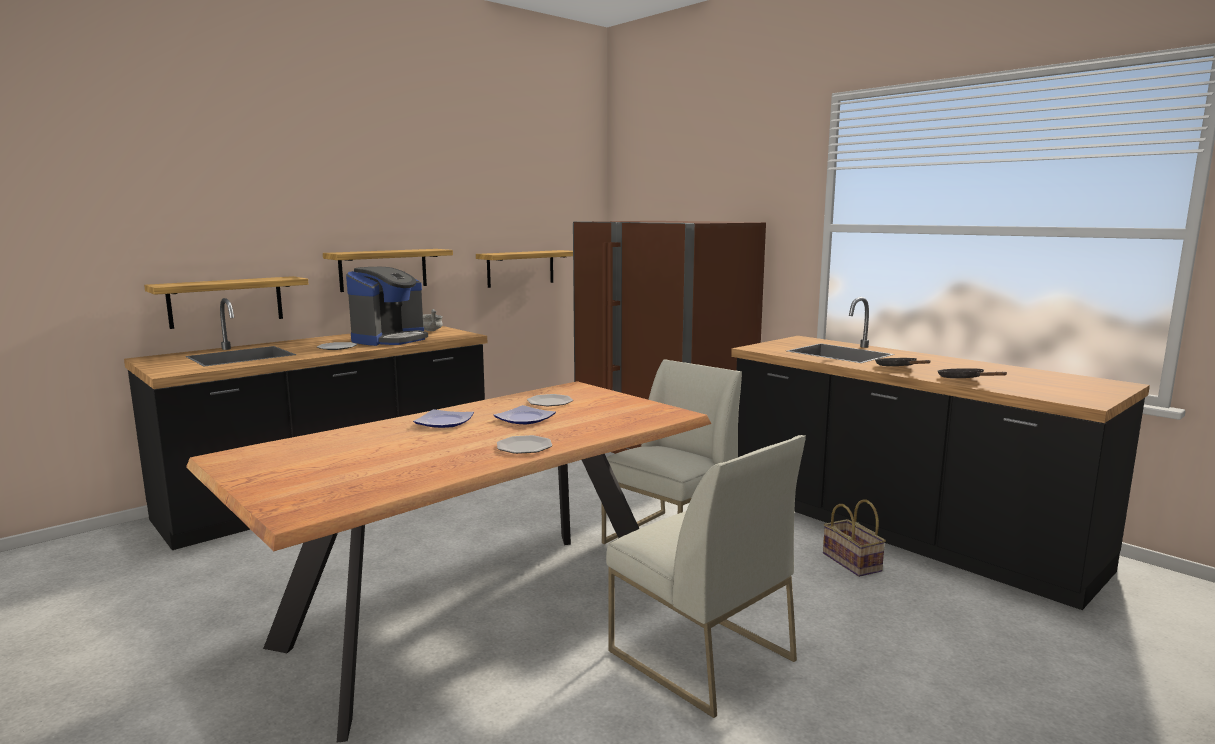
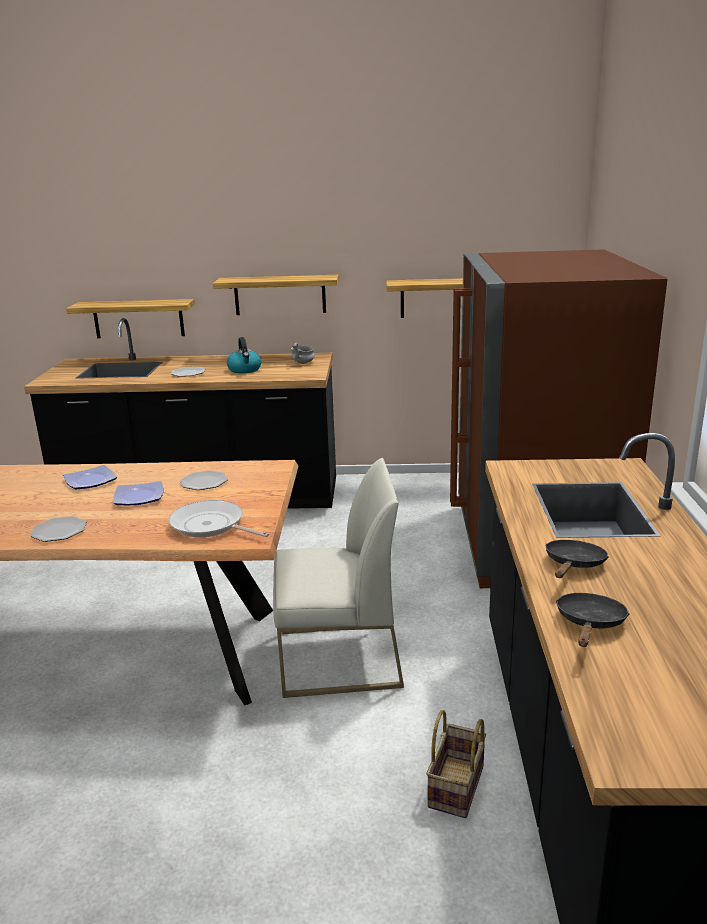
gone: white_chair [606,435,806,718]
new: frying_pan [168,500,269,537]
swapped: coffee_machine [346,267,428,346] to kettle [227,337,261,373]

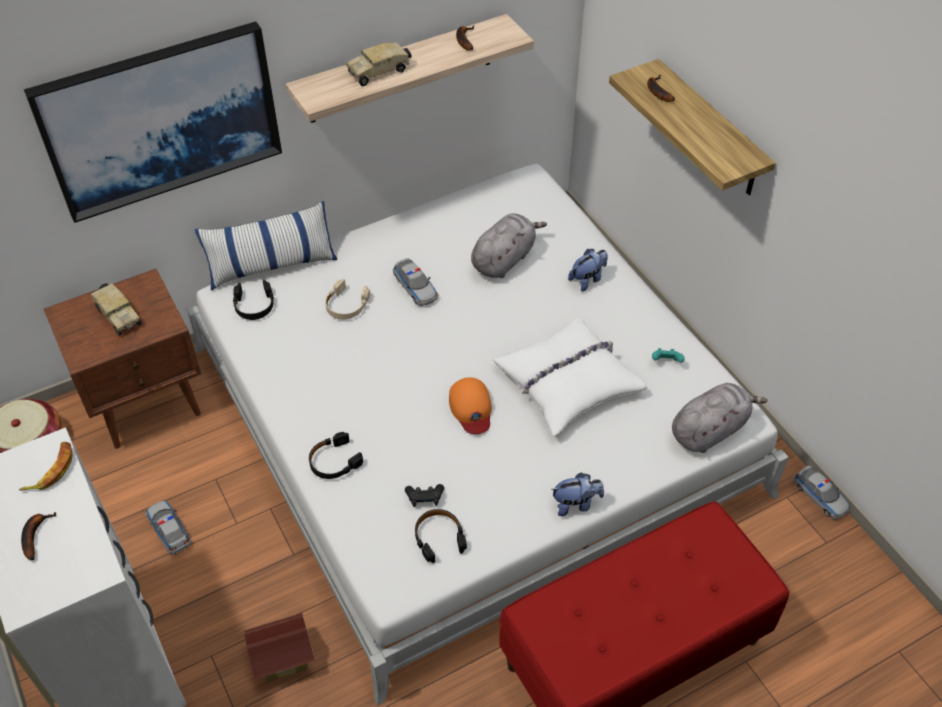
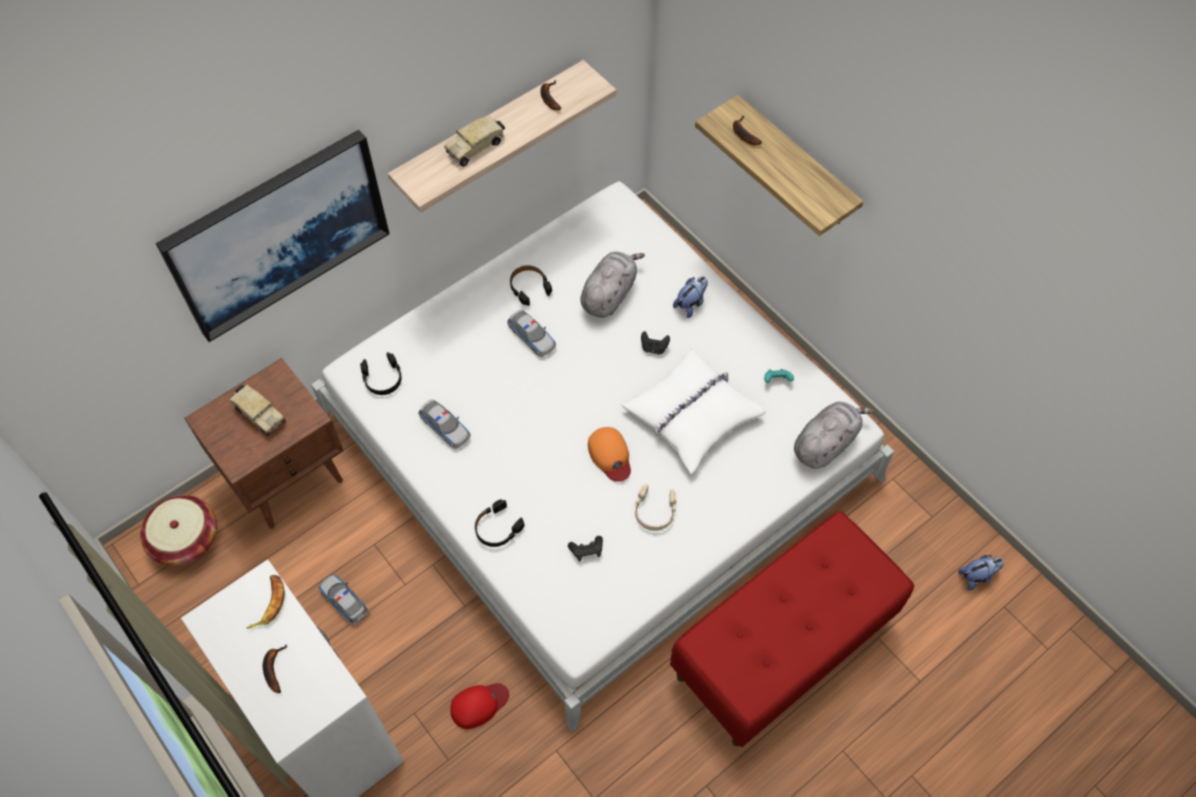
gone: pillow [195,201,337,290]
new: black_game_controller [641,331,670,355]
shifted: beige_headphones [325,279,370,320] to [635,484,677,531]; toy_car [793,466,850,520] to [418,399,470,449]; plush_toy [551,473,604,516] to [958,555,1004,590]; black_headphones [415,509,467,563] to [510,265,552,306]
swapped: toy_house [244,613,315,682] to red_cap [450,683,509,729]

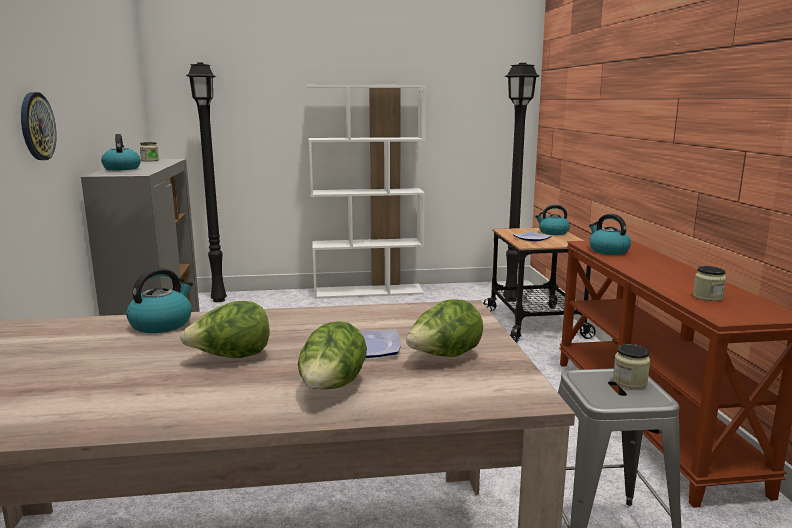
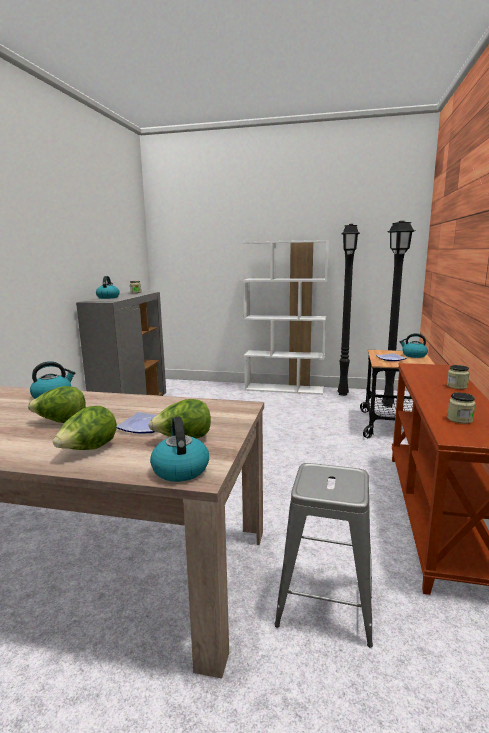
gone: wall_clock [21,92,57,160]
shifted: black_floor_lamp [186,63,227,302] to [338,224,360,396]; kettle [589,214,631,255] to [150,417,209,482]; jar [613,344,650,389] to [447,365,470,389]

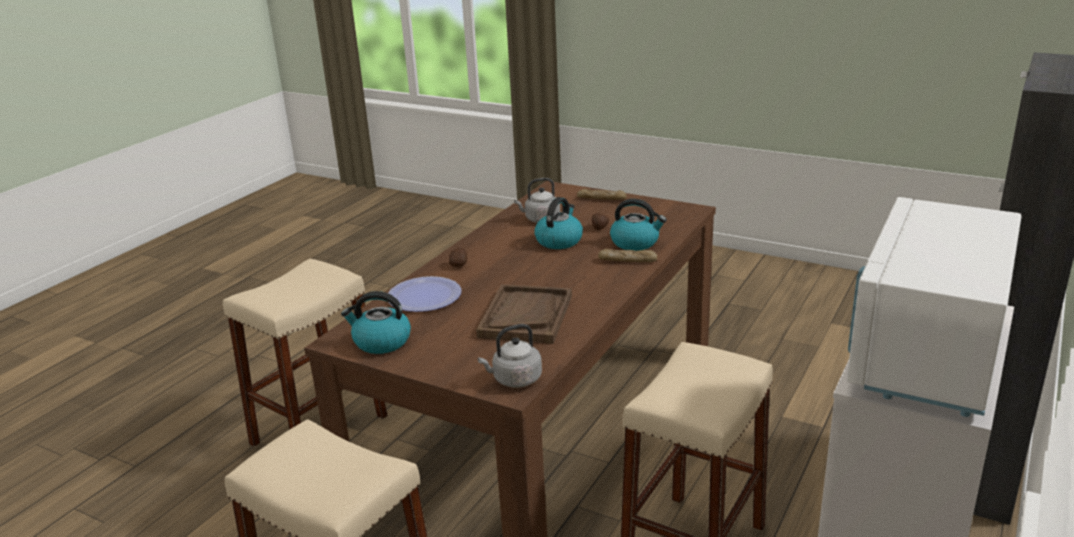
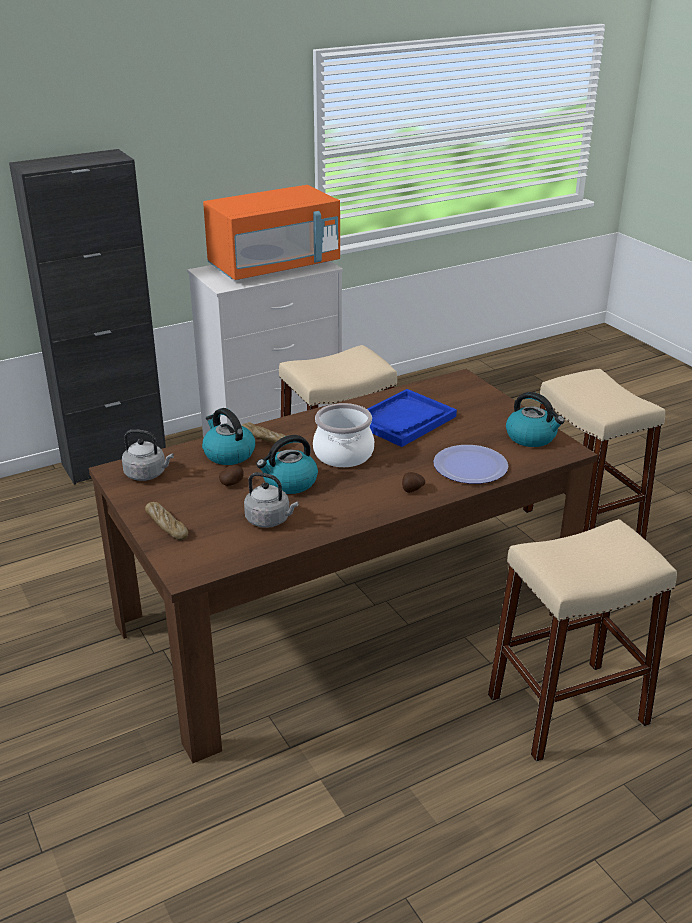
new: cooking_pot [313,403,374,467]
shifted: grey_kettle [478,324,542,388] to [122,429,173,481]
repainted: white_microwave [847,197,1022,417] to orange_microwave [203,185,340,280]; brown_tray [476,284,572,344] to blue_tray [367,389,457,447]

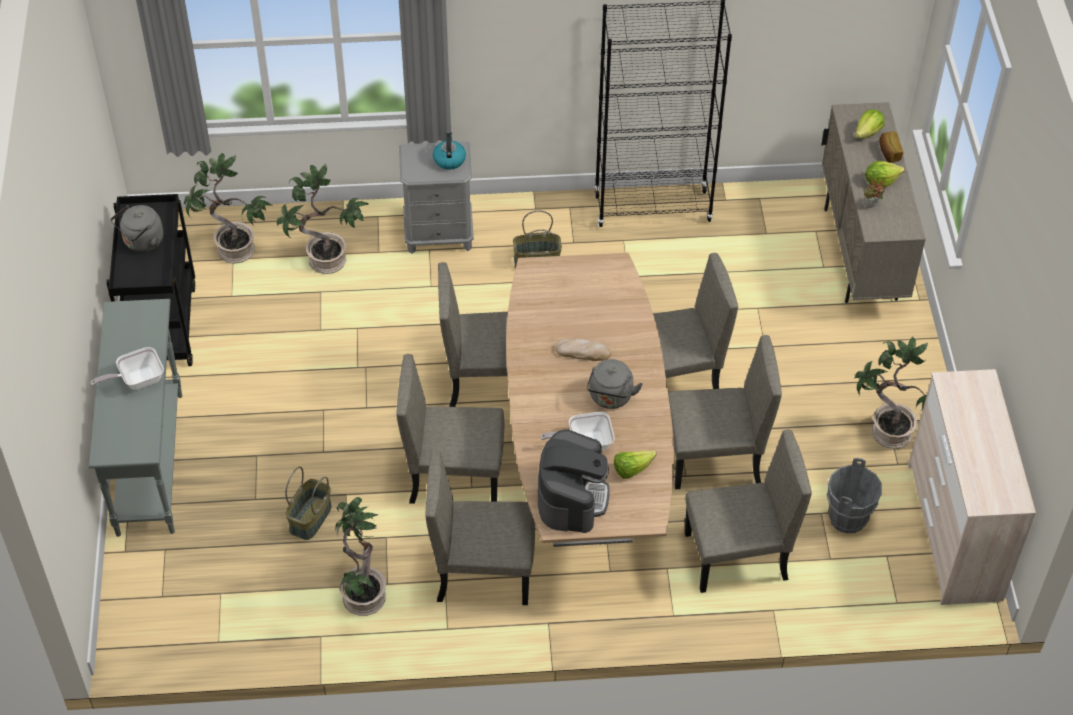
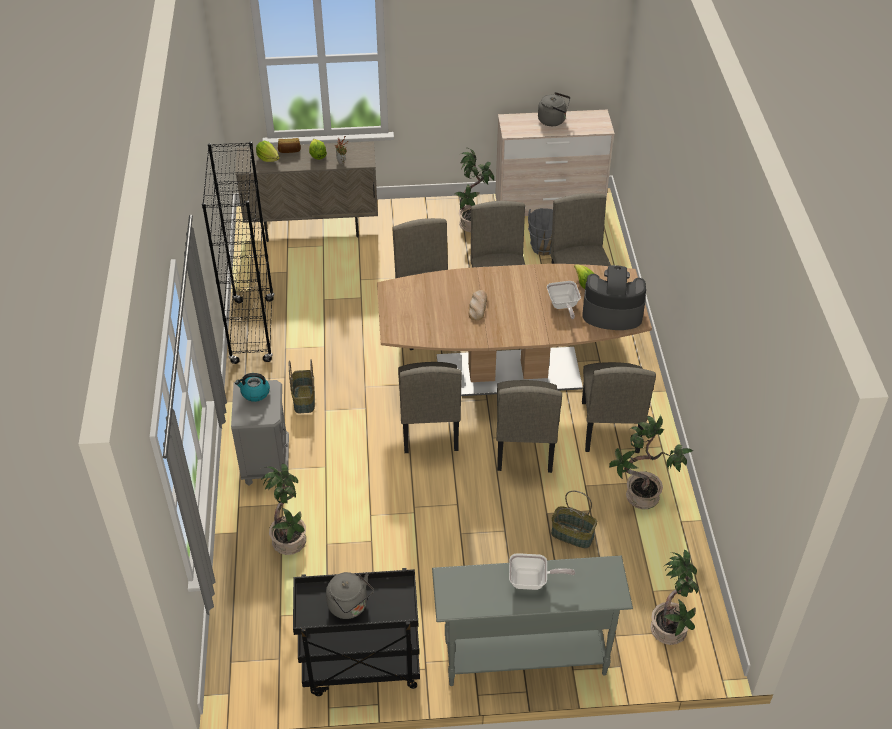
shifted: potted_plant [184,153,273,264] to [650,550,699,645]; grey_kettle [587,359,643,409] to [538,92,570,126]
rotated: frying_pan [91,347,164,390] = [509,553,575,590] 60 degrees counterclockwise

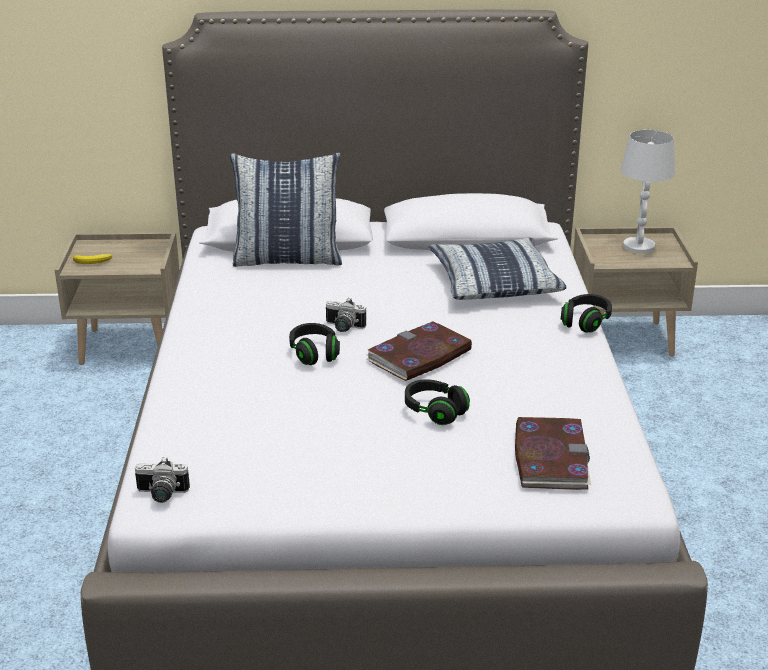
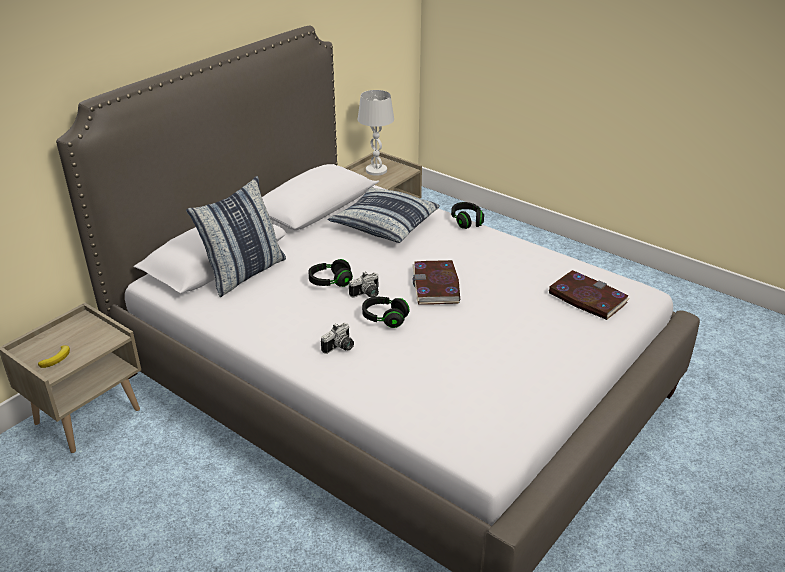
shifted: black_headphones [405,379,470,425] to [308,259,353,287]; photo_camera [135,457,190,503] to [321,323,354,354]

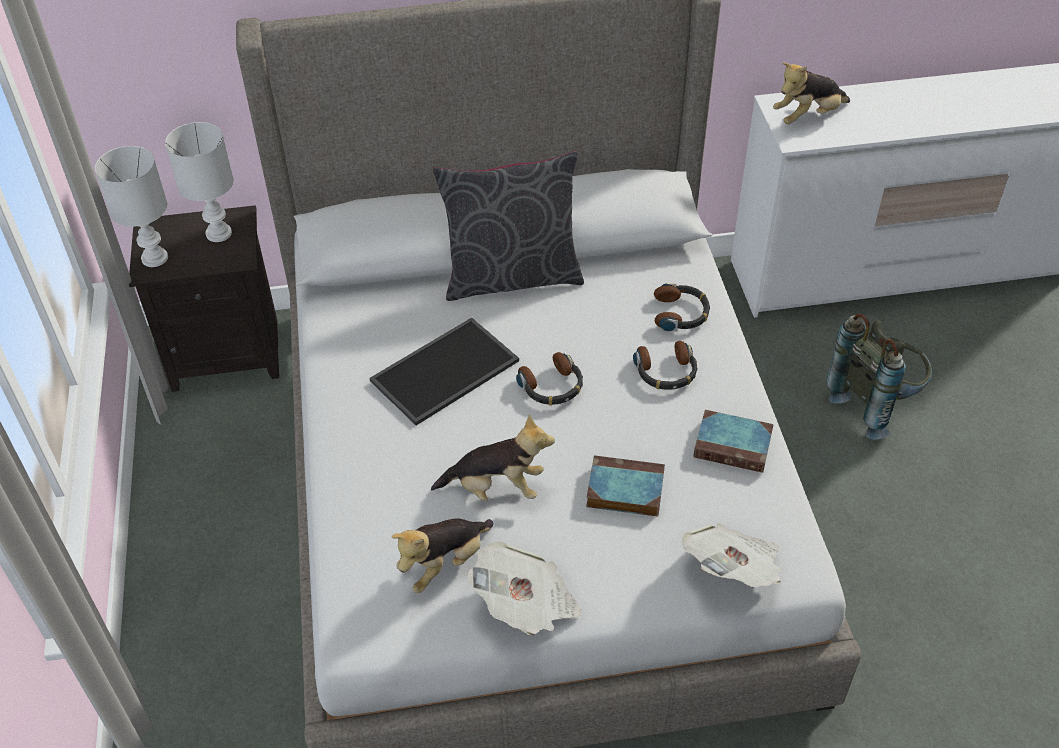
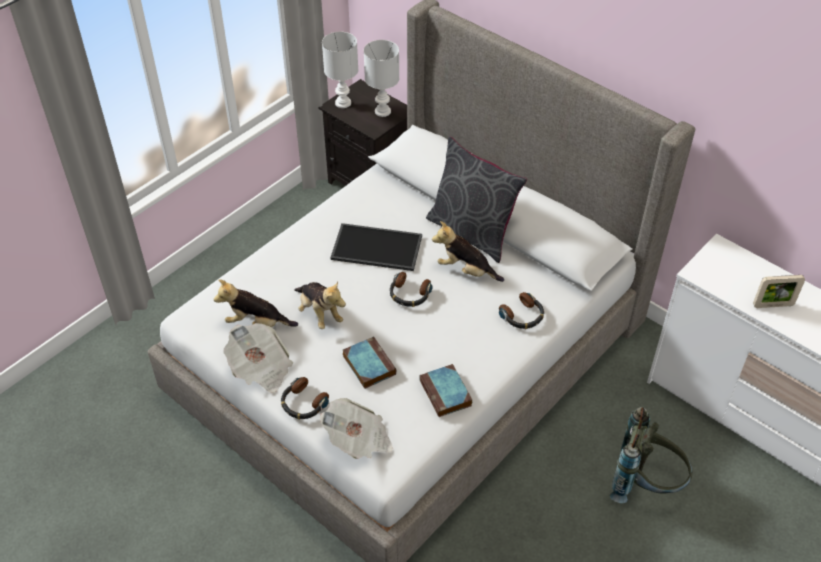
new: picture_frame [753,275,805,308]
shifted: plush_toy [773,62,850,124] to [432,221,504,282]; headphones [633,341,697,390] to [281,377,329,419]

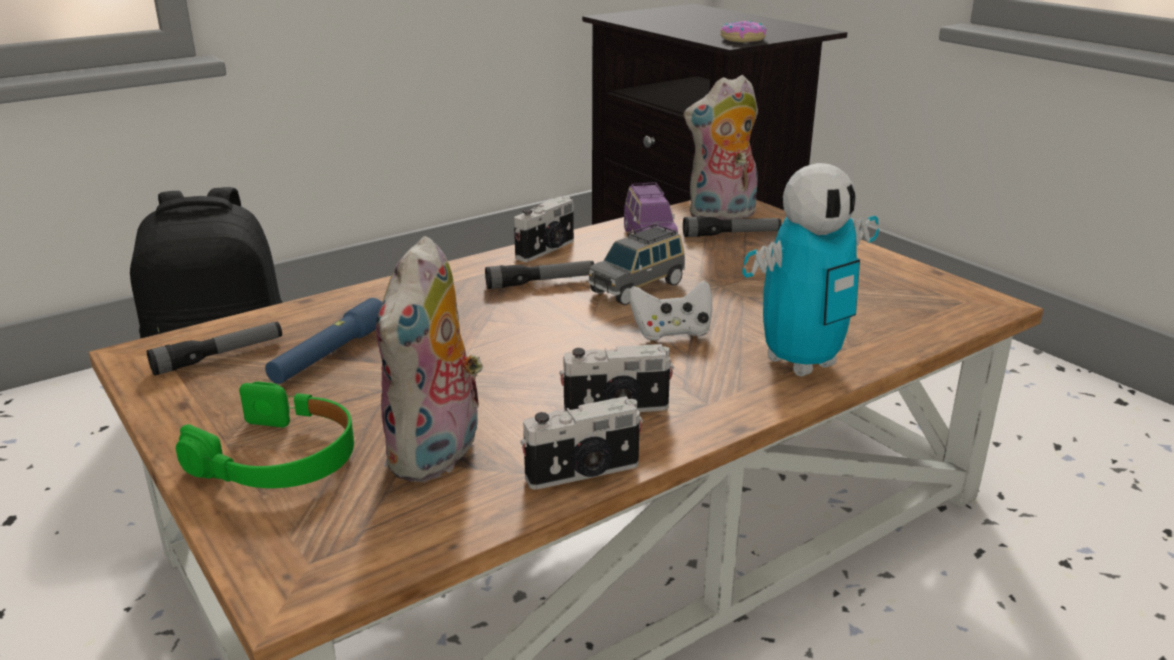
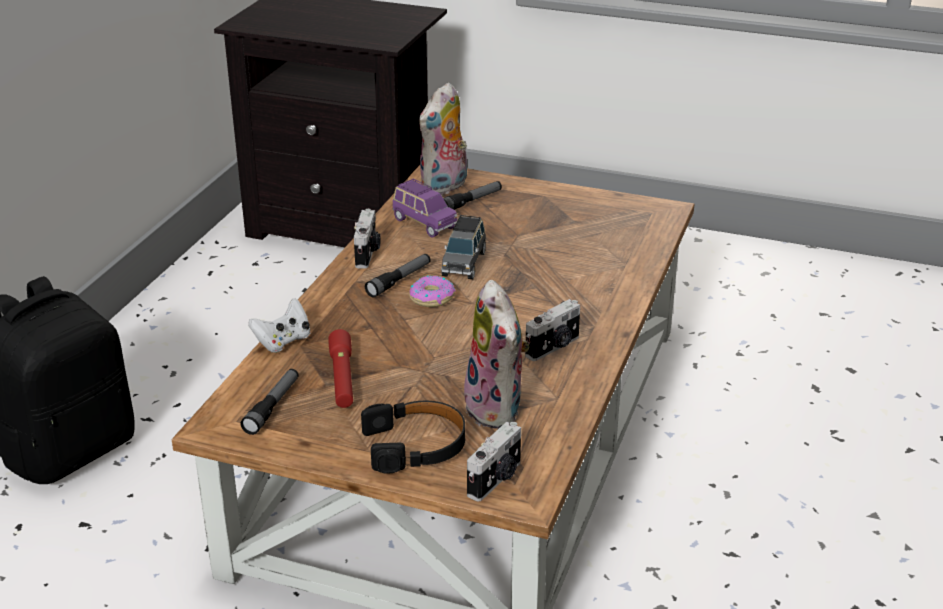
gone: toy_robot [742,163,879,377]
shifted: donut [720,21,767,42] to [409,276,456,307]; white_game_controller [629,280,712,341] to [248,298,310,353]; photo_camera [520,396,643,490] to [467,422,521,501]
repainted: blue_flashlight [265,298,382,384] to red_flashlight [328,329,353,408]; green_headphones [176,382,354,488] to black_headphones [361,401,465,473]

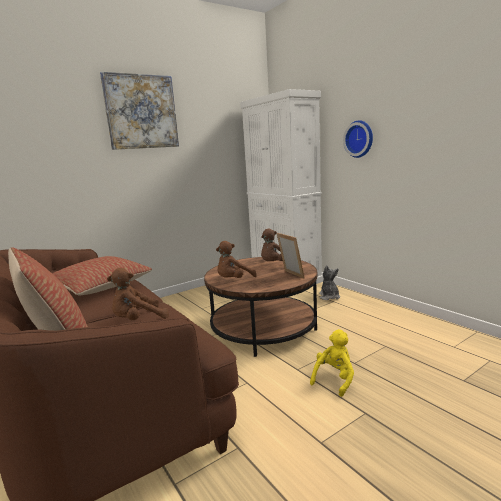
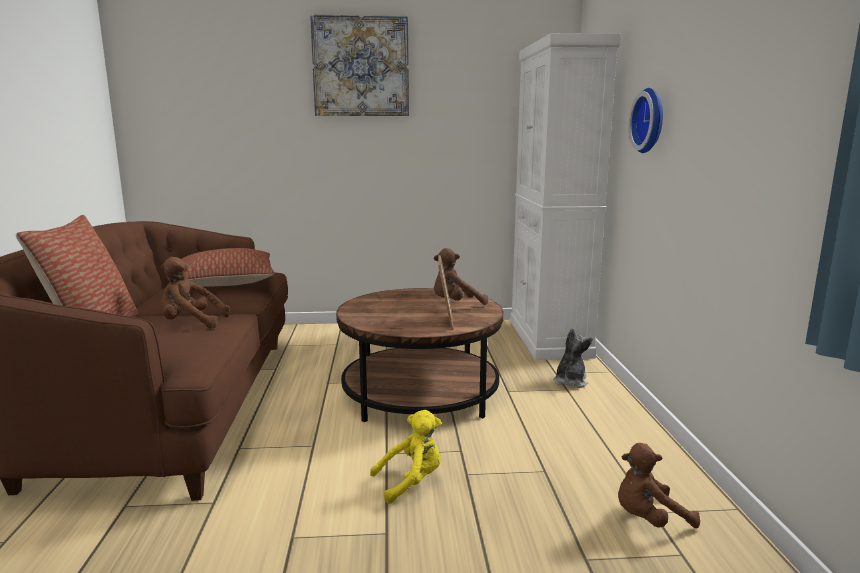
shifted: brown_plush_toy [216,241,257,278] to [618,443,700,528]

